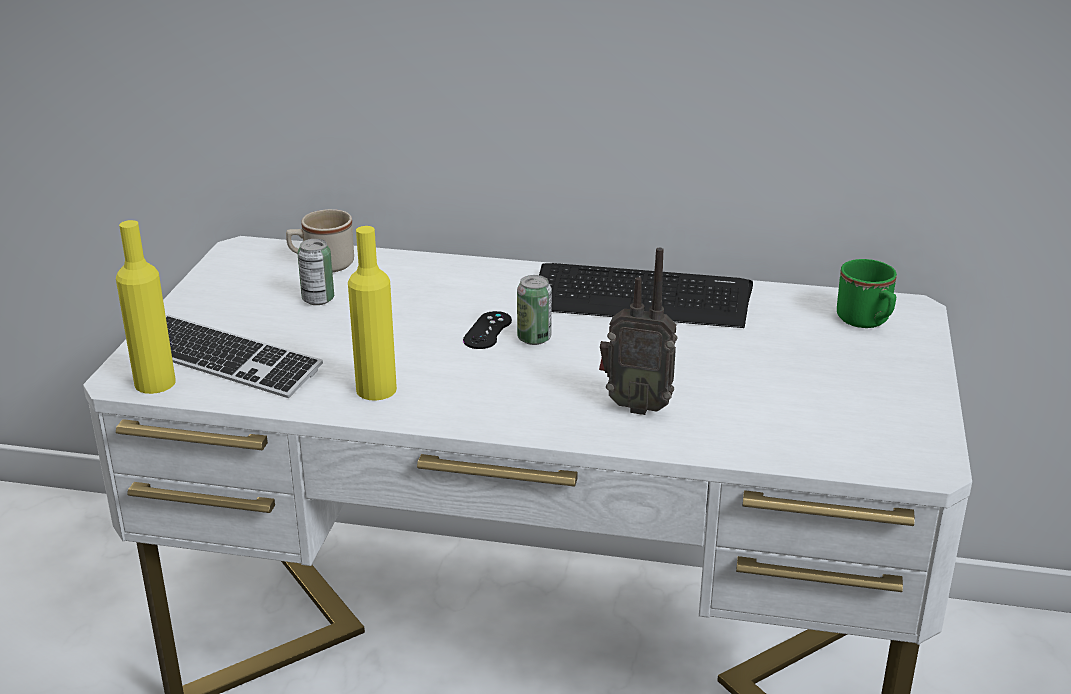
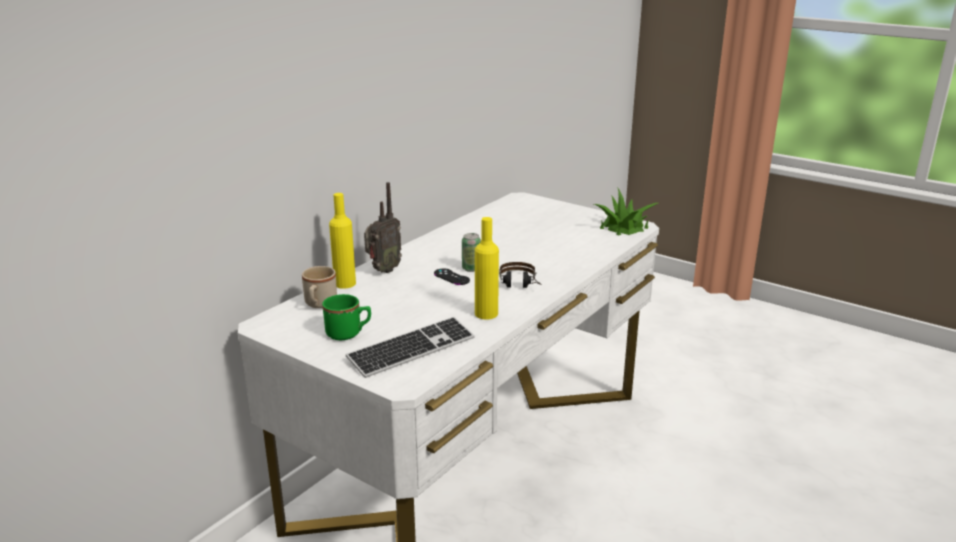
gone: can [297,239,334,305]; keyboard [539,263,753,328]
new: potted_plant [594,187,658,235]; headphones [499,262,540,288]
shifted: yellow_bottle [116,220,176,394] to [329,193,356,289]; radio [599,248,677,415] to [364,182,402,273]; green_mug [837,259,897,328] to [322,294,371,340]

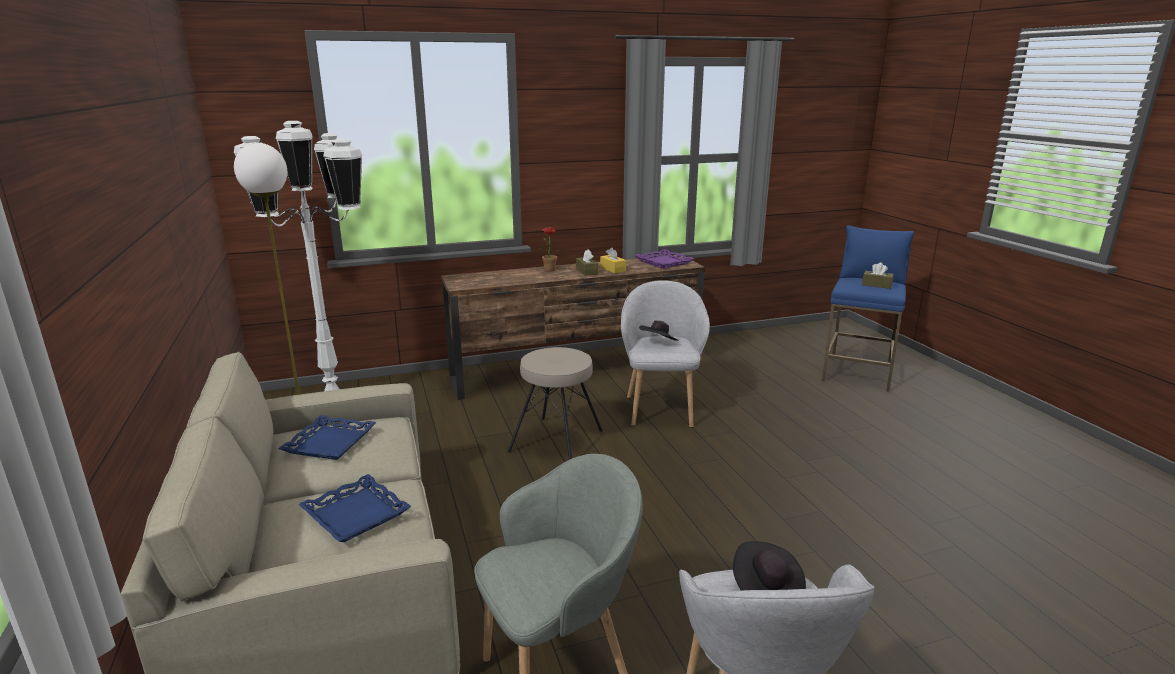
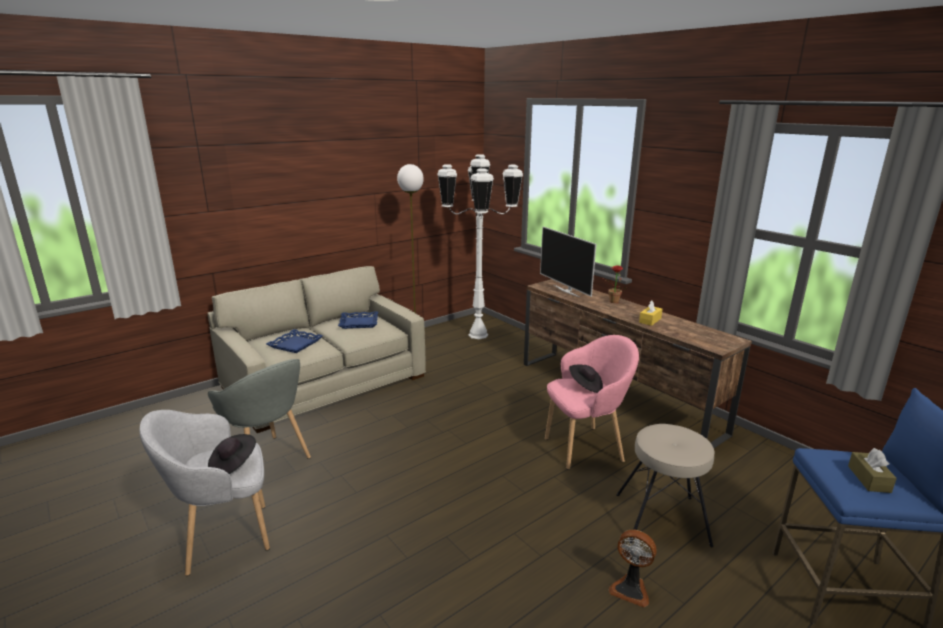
gone: purple_tray [635,249,694,269]; brown_tissue_box [576,250,598,276]
new: television [540,226,596,297]; fan [608,530,656,607]
shifted: beige_stool [508,347,603,460] to [616,424,715,547]
repainted: grey_armchair [621,280,710,428] to pink_armchair [545,335,639,470]

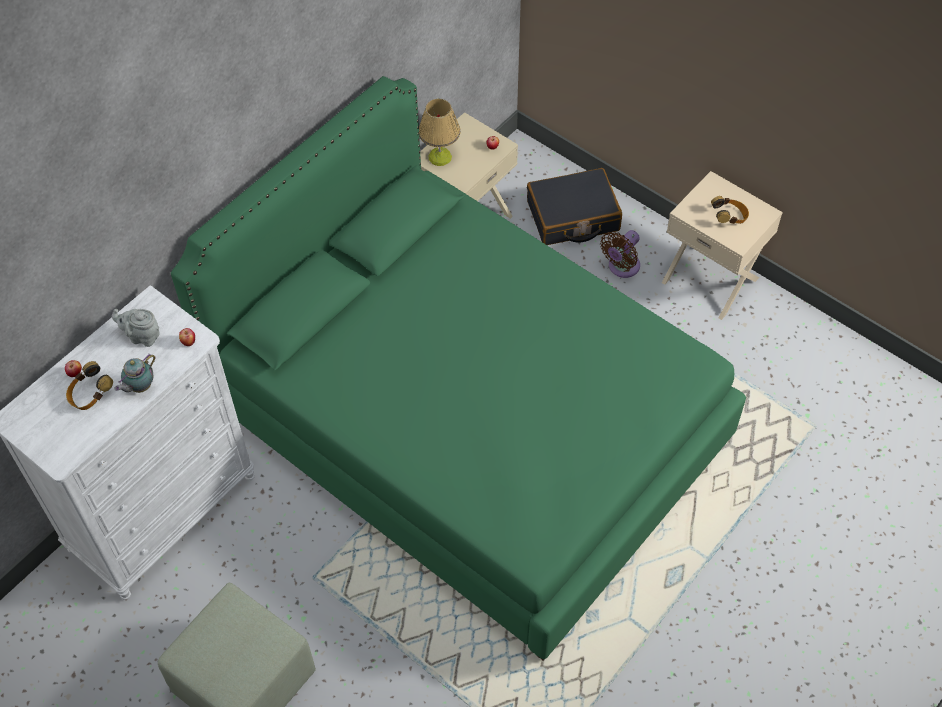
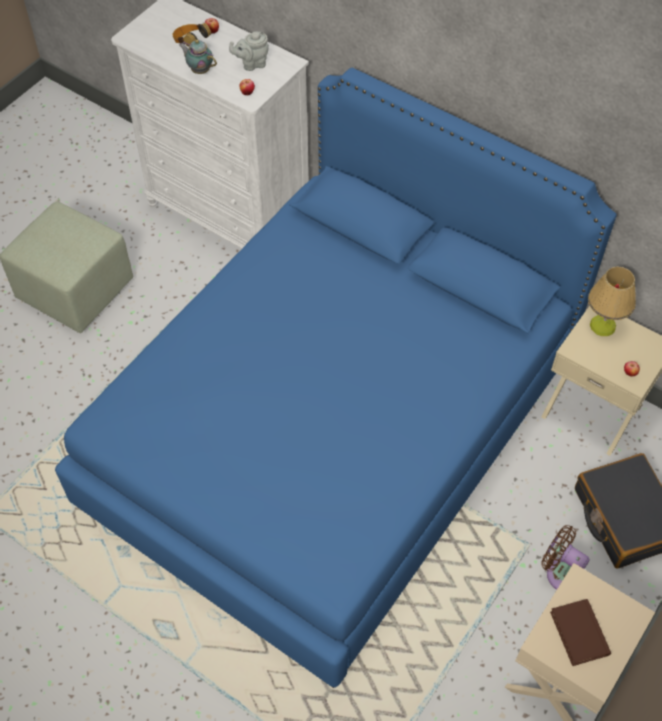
swapped: headphones [711,196,749,224] to brown_book [550,599,611,666]
repainted: green_bed [171,76,746,660] to blue_bed [55,68,617,688]
rotated: grey_teapot [112,309,160,347] = [229,31,269,71] 120 degrees counterclockwise

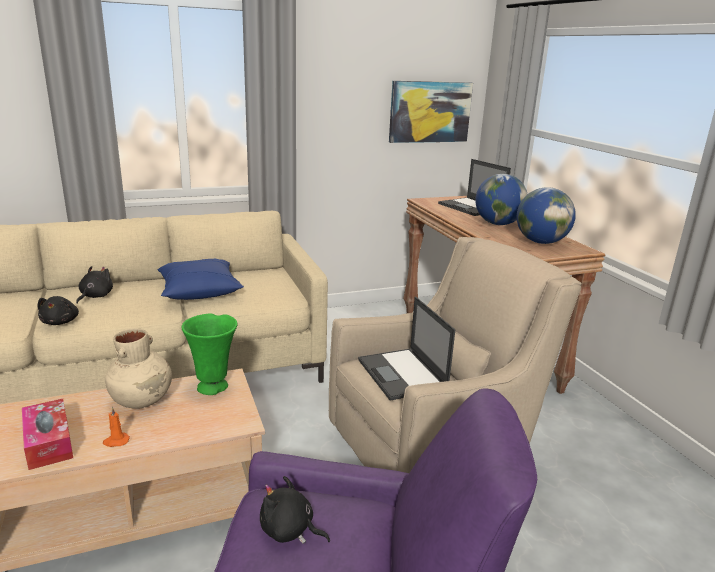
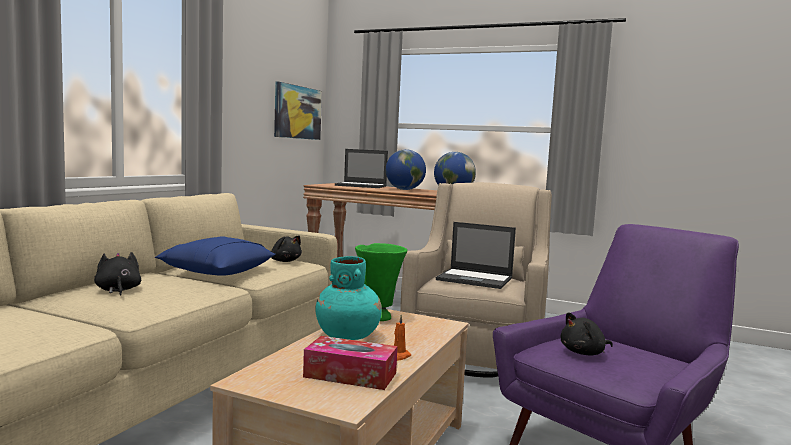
shifted: black_plush_toy [37,296,79,325] to [271,235,302,262]
repainted: beige_vase [105,328,172,409] to turquoise_vase [316,256,382,340]

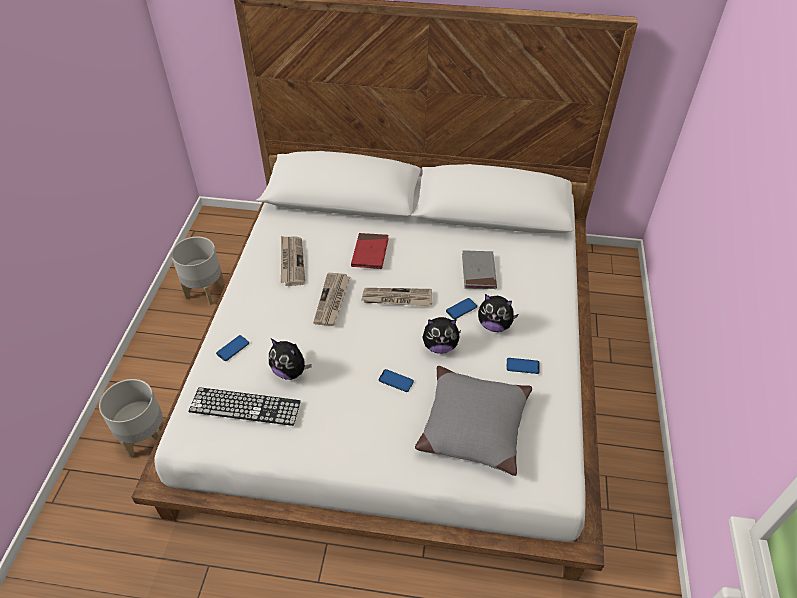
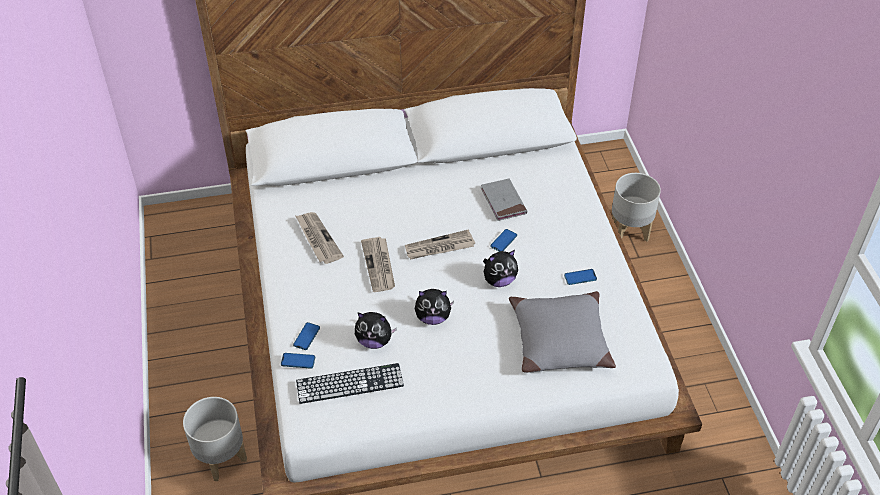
gone: red_book [351,233,389,269]
shifted: grey_planter [171,237,225,305] to [612,173,661,241]; plush_toy [478,294,519,332] to [415,289,454,325]; phone [379,369,414,392] to [281,353,315,369]

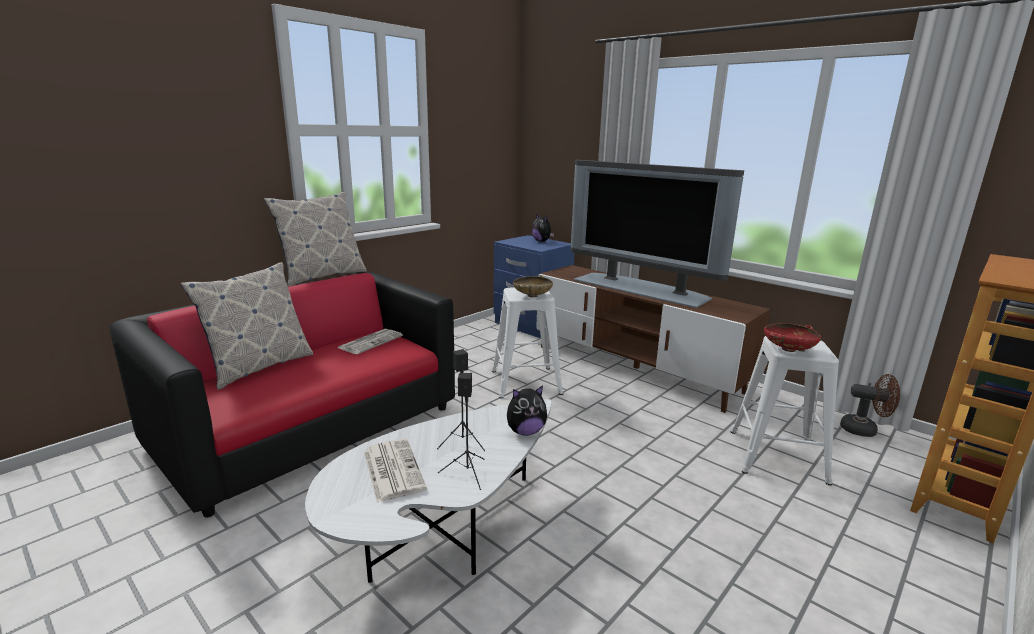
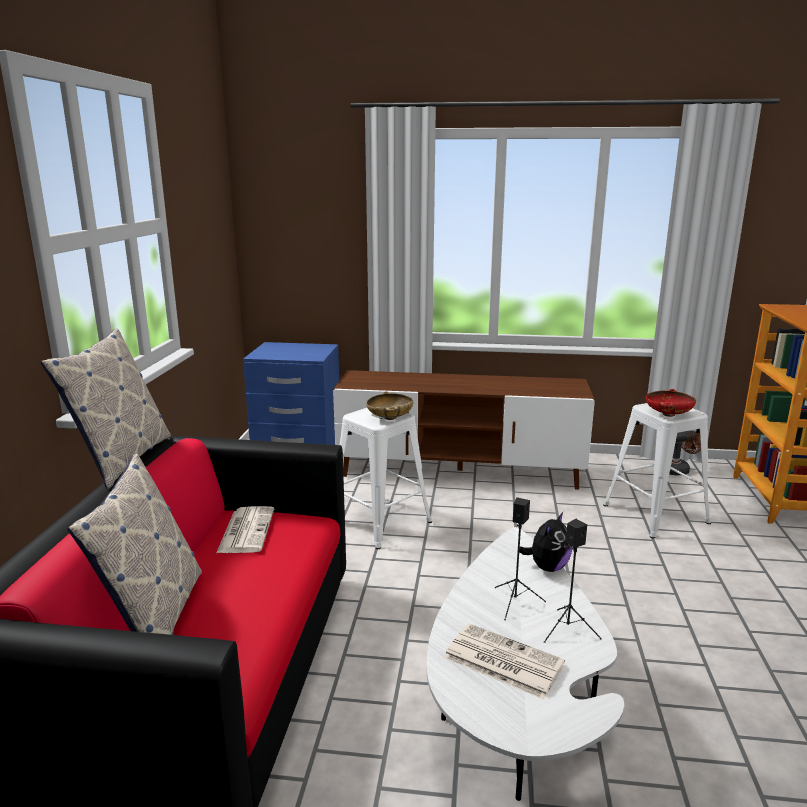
gone: television [571,160,744,308]; plush_toy [532,214,554,242]

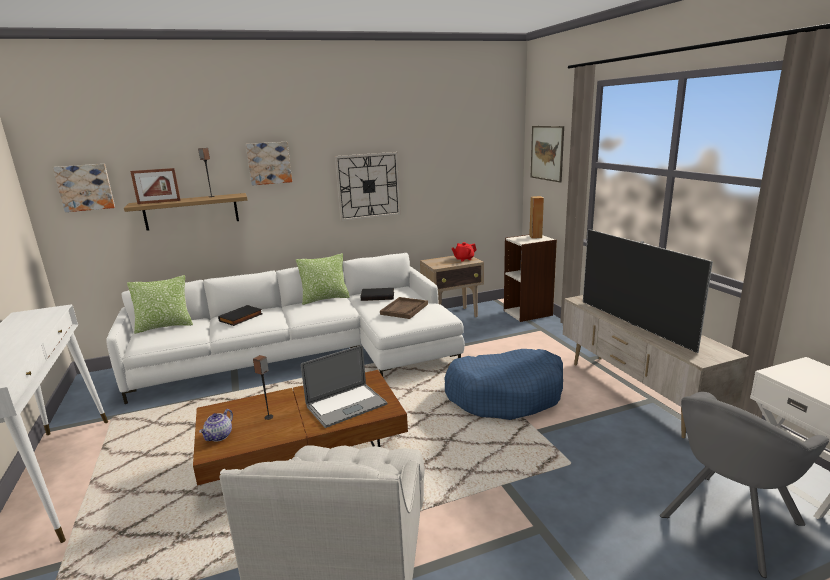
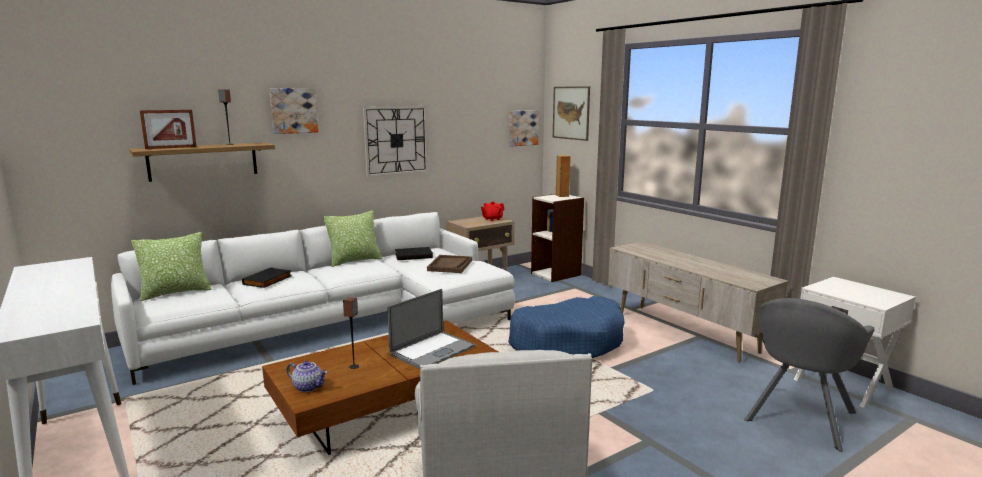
gone: television [583,229,713,353]
shifted: picture [53,164,115,212] to [509,110,539,146]
rotated: teapot [199,409,233,442] = [287,361,327,392] 75 degrees counterclockwise

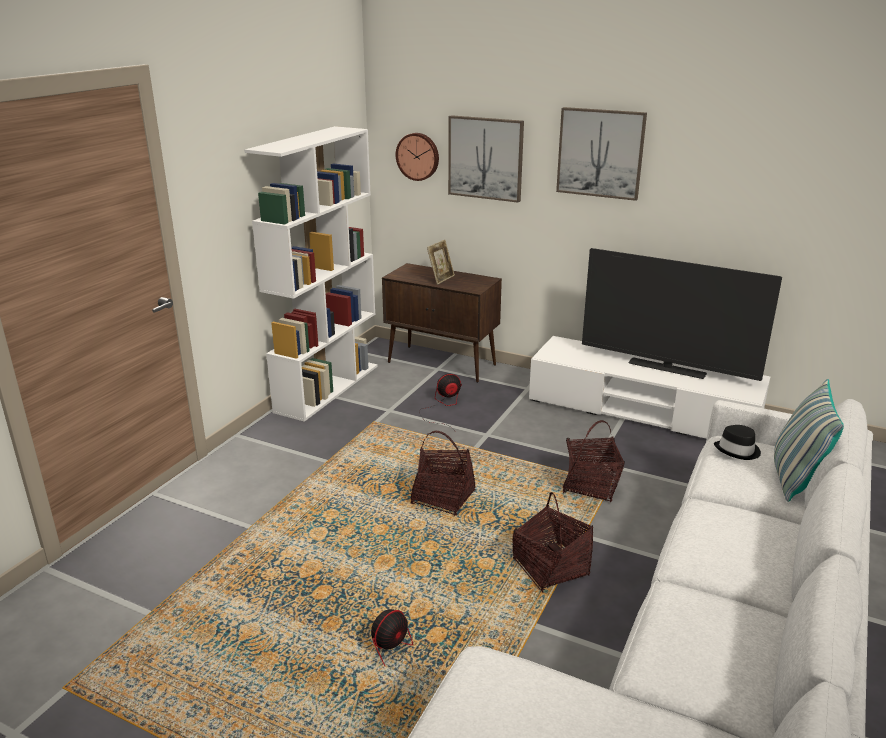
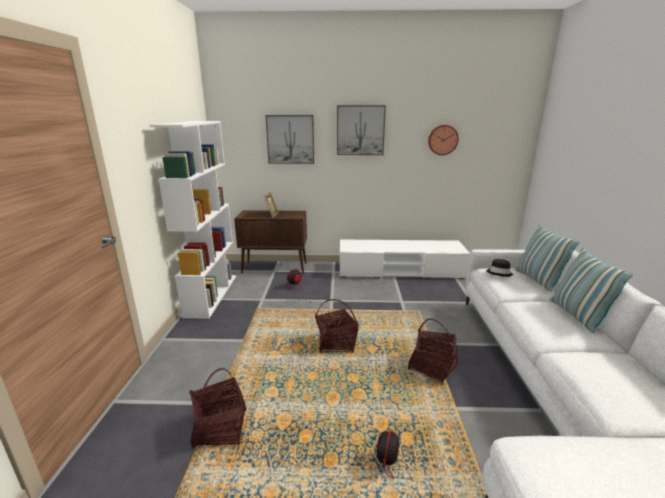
gone: television [582,248,782,381]
new: pillow [550,248,633,333]
shifted: wall_clock [396,133,439,181] to [428,125,459,155]; basket [563,420,625,502] to [189,368,246,449]

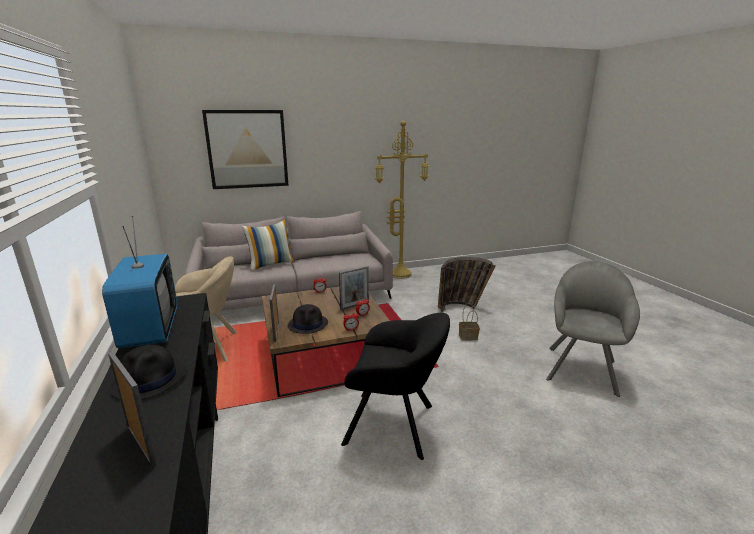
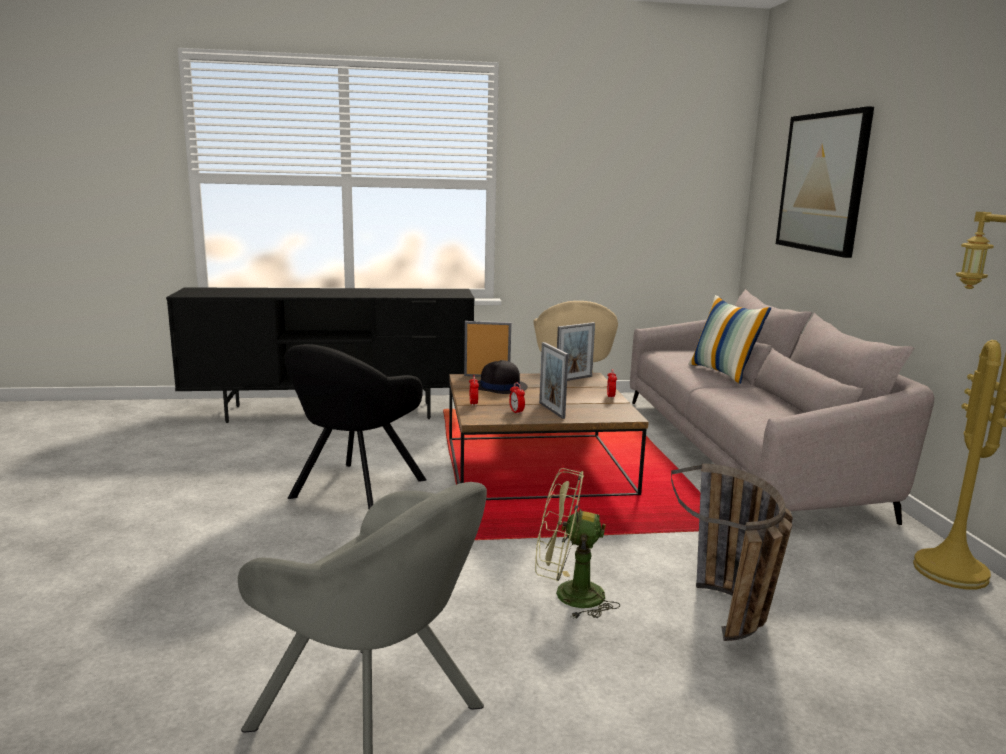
gone: television [102,216,177,348]; black_hat [109,345,187,400]
shifted: picture_frame [108,352,157,468] to [557,322,595,381]
swapped: basket [459,303,480,340] to green_fan [535,468,620,619]

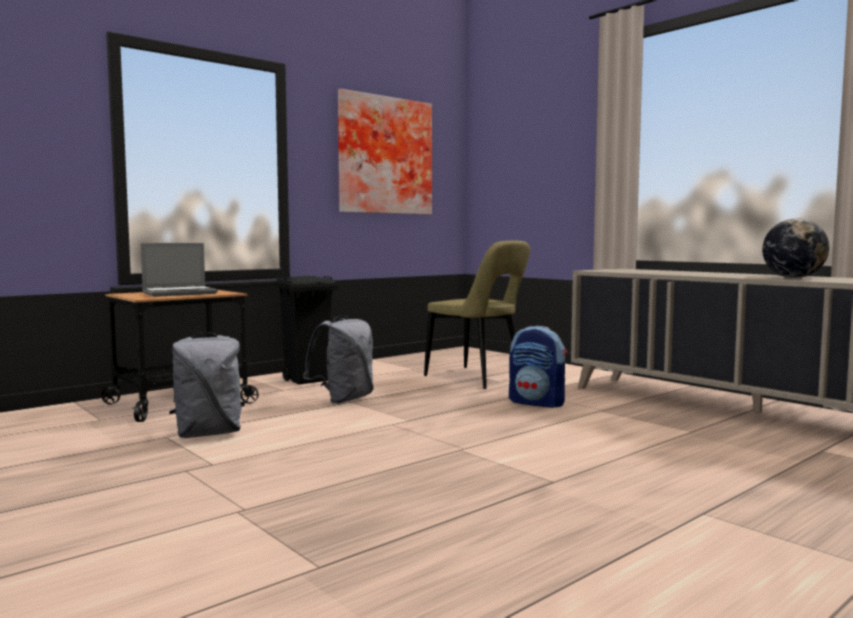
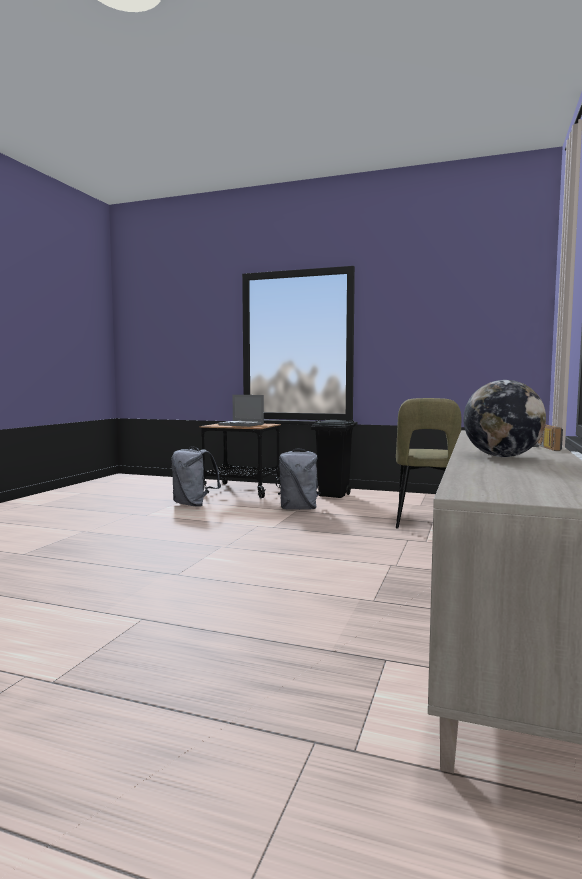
gone: picture [338,89,432,215]; backpack [509,326,567,408]
new: radio [533,425,563,451]

